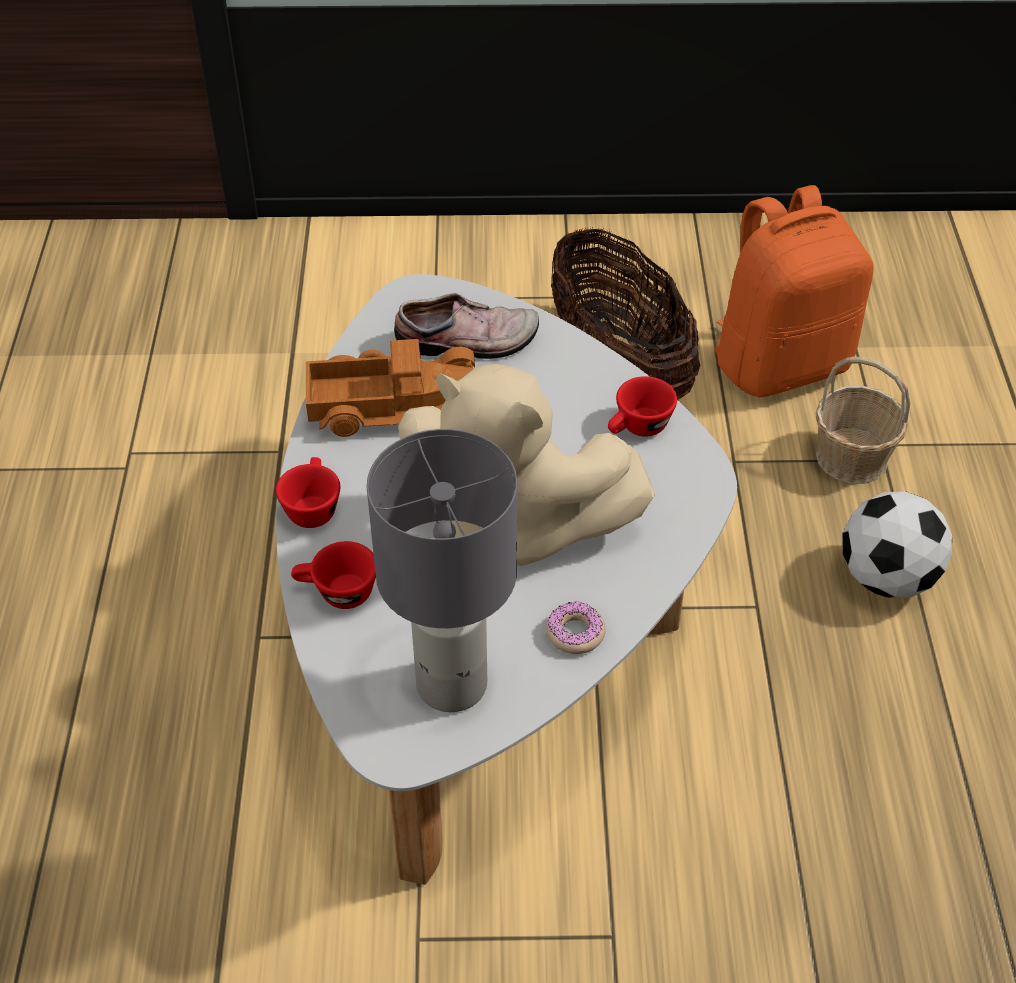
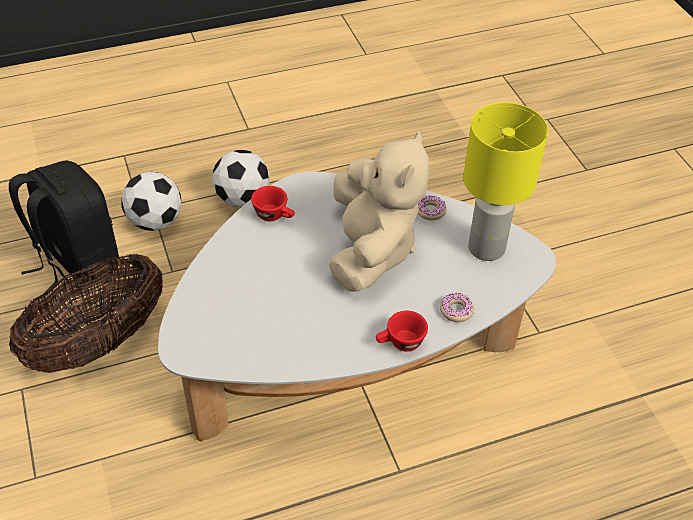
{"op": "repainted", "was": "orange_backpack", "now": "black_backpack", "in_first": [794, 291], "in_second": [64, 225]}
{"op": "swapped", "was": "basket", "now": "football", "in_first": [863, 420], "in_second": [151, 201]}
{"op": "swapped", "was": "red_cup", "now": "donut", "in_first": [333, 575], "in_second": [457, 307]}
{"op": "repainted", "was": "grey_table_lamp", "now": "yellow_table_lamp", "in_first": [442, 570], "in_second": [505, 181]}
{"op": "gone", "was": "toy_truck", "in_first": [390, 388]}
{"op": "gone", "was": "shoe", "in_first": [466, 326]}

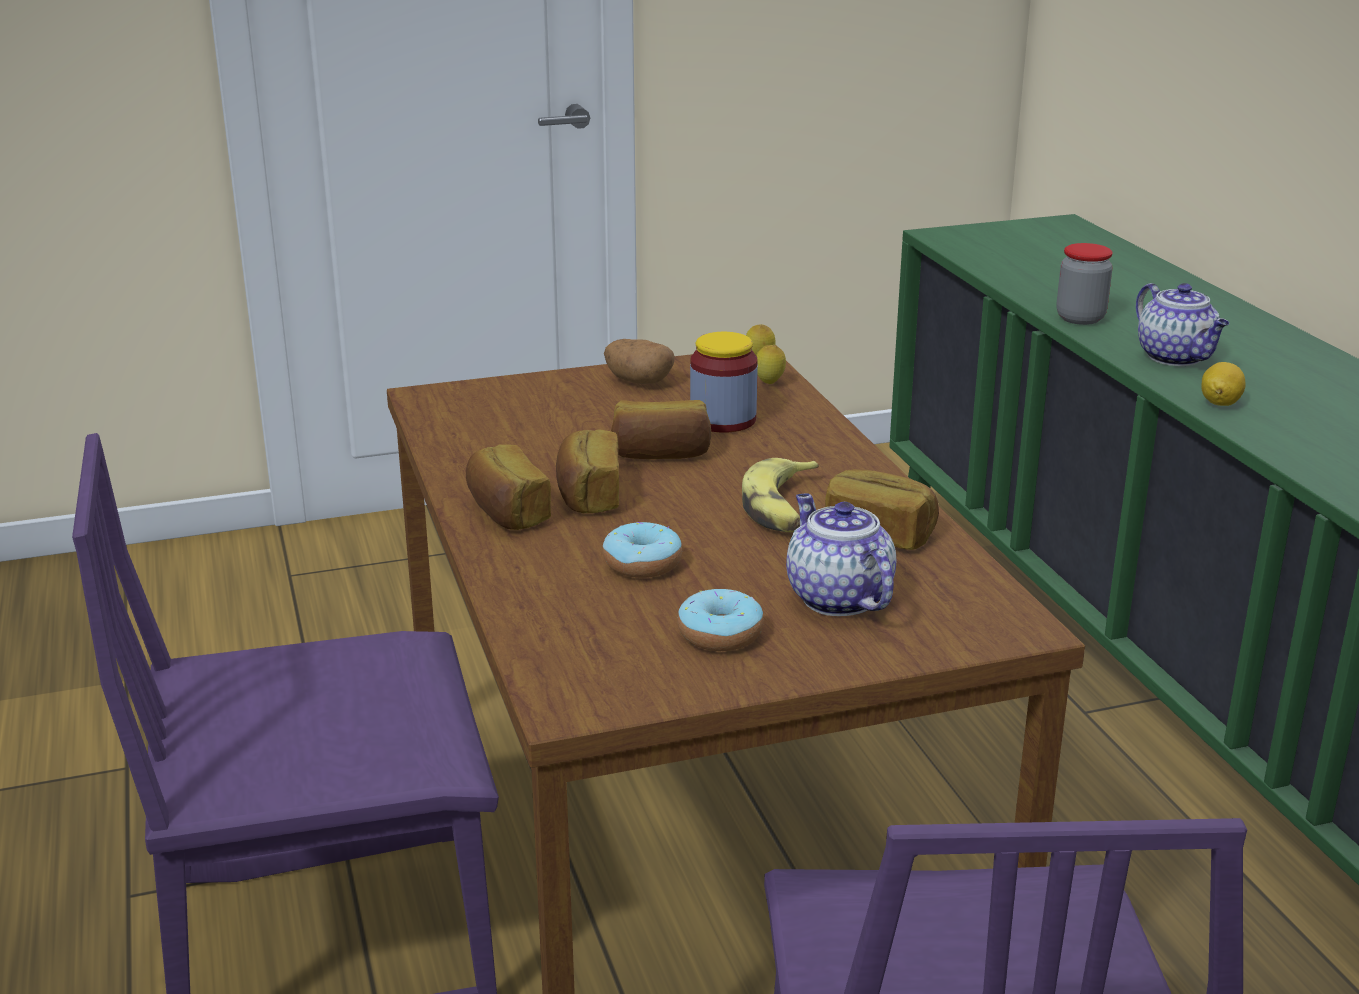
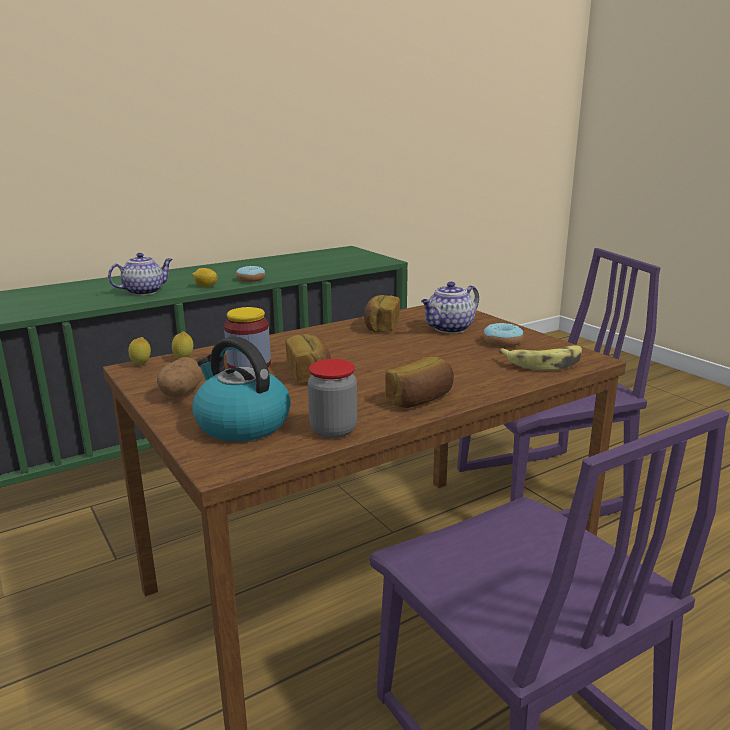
{"op": "new", "now": "kettle", "in_second": [241, 389]}
{"op": "shifted", "was": "donut", "in_first": [642, 550], "in_second": [250, 274]}
{"op": "shifted", "was": "jar", "in_first": [1085, 284], "in_second": [332, 398]}
{"op": "shifted", "was": "banana", "in_first": [780, 495], "in_second": [540, 358]}
{"op": "gone", "was": "bread", "in_first": [587, 471]}

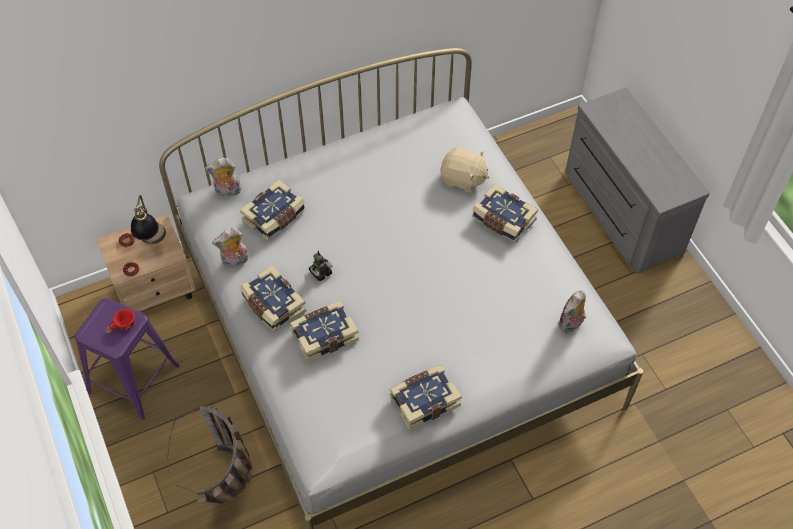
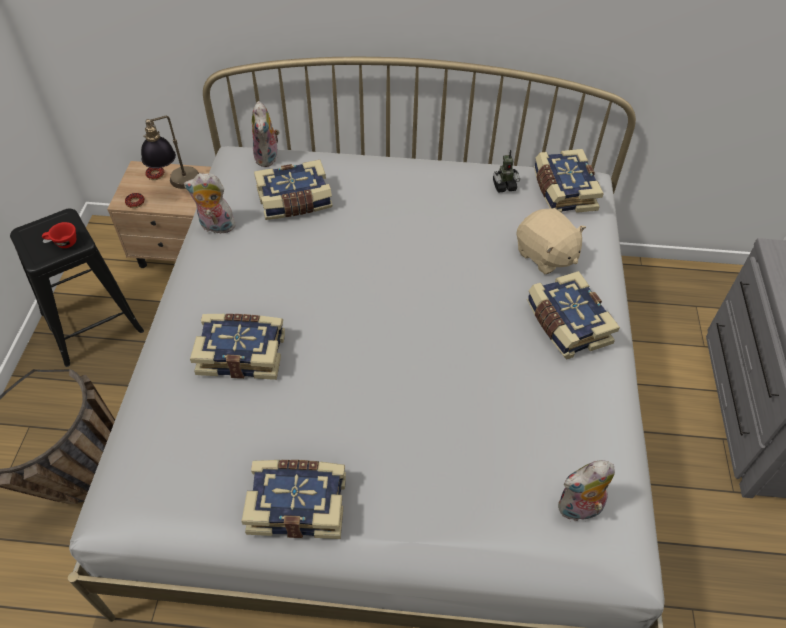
{"op": "repainted", "was": "purple_stool", "now": "black_stool", "in_first": [127, 359], "in_second": [77, 288]}
{"op": "rotated", "was": "plush_toy", "in_first": [223, 177], "in_second": [266, 134], "clockwise": -120}
{"op": "shifted", "was": "toy_robot", "in_first": [320, 266], "in_second": [506, 171]}
{"op": "shifted", "was": "book", "in_first": [273, 298], "in_second": [569, 181]}

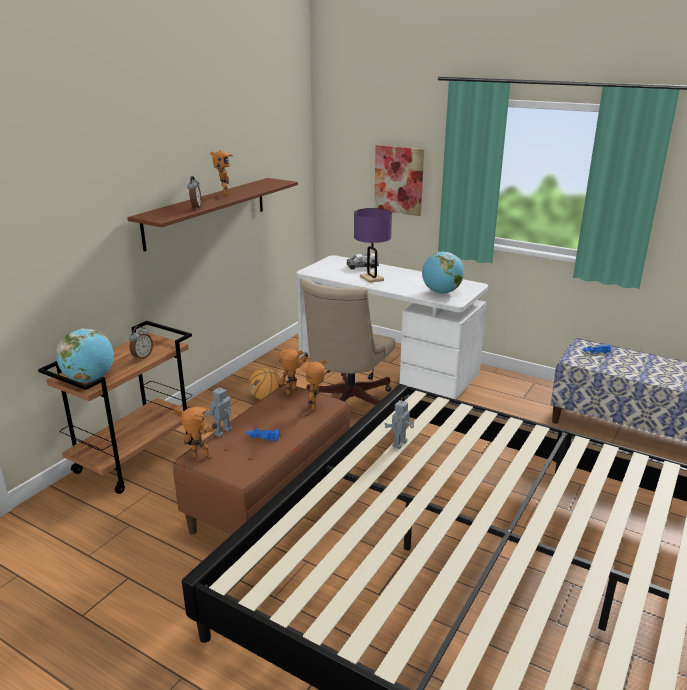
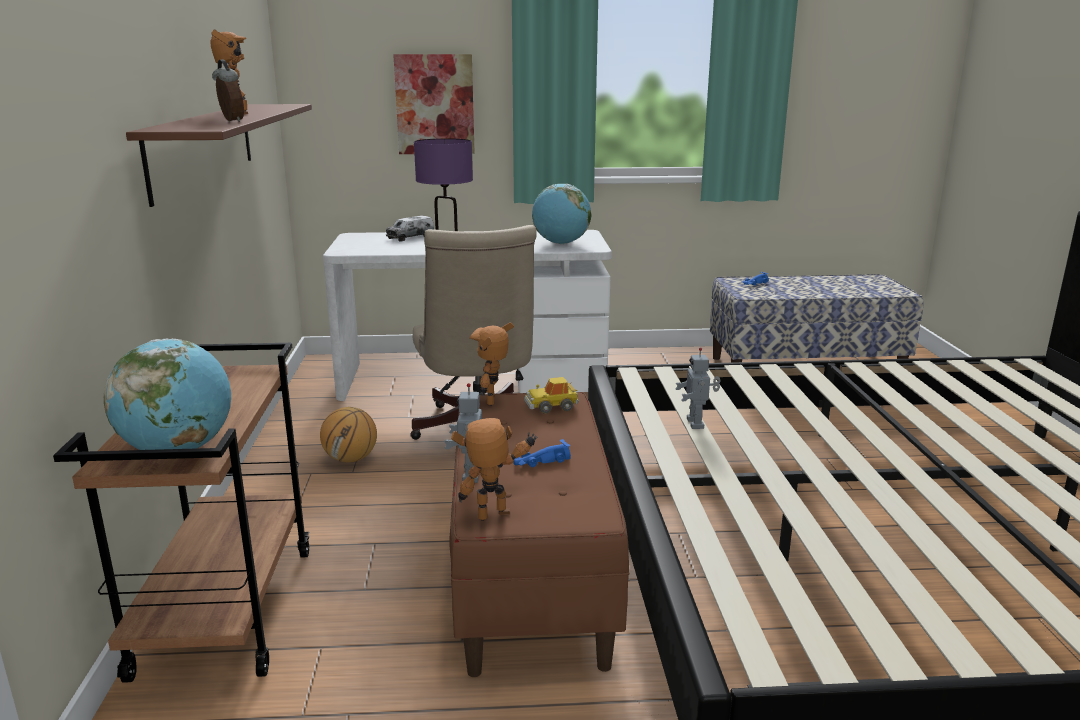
{"op": "swapped", "was": "toy_robot", "now": "toy_car", "in_first": [314, 384], "in_second": [551, 395]}
{"op": "gone", "was": "alarm_clock", "in_first": [141, 343]}

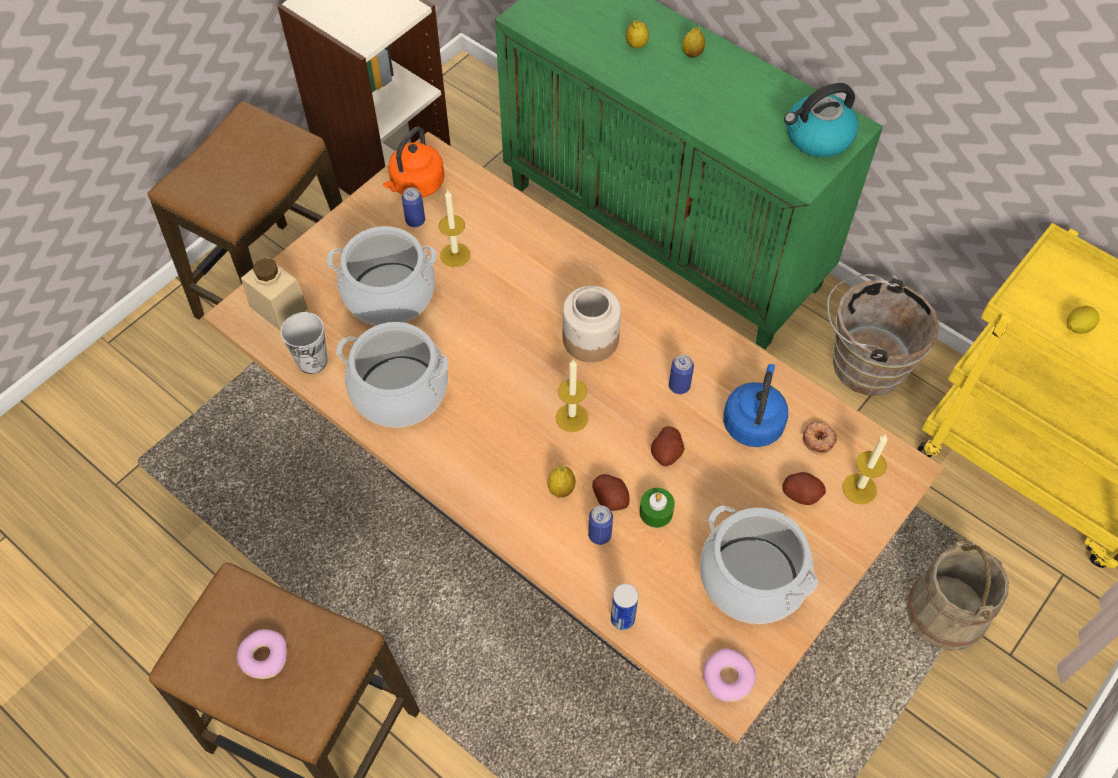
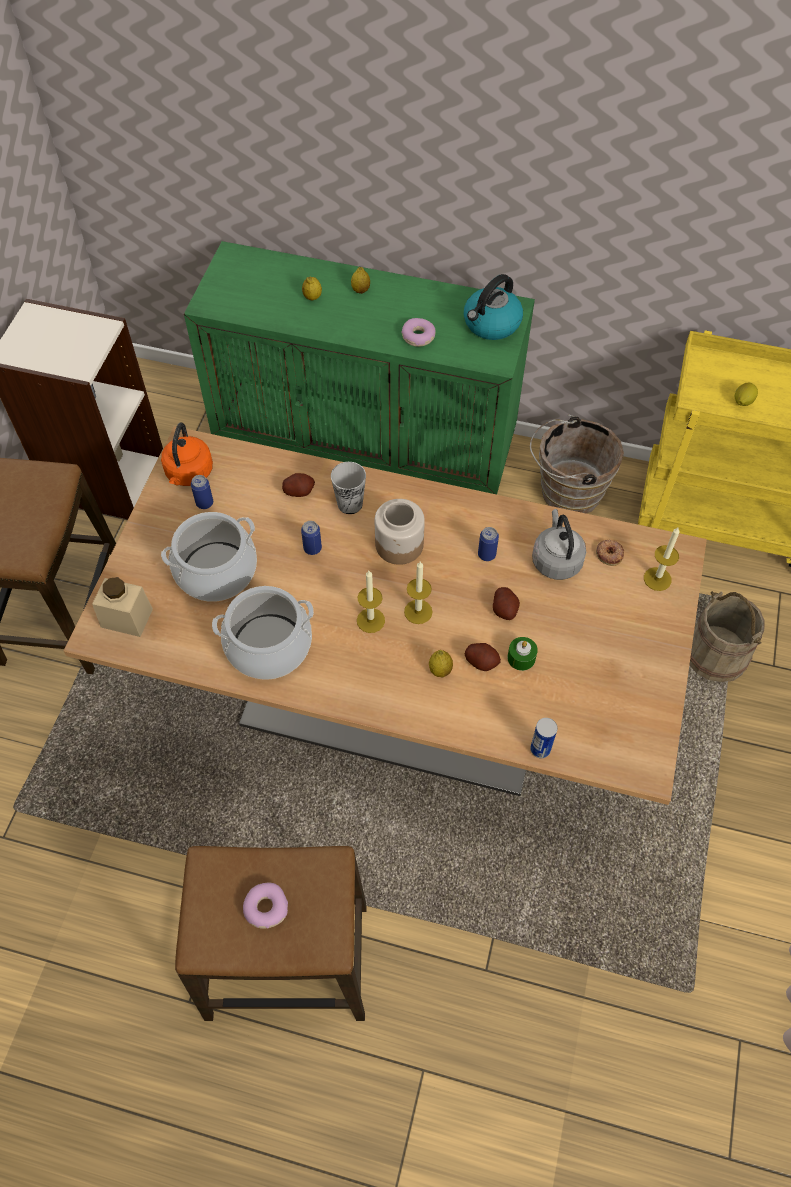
{"op": "shifted", "was": "potato", "in_first": [804, 488], "in_second": [298, 485]}
{"op": "shifted", "was": "can", "in_first": [600, 525], "in_second": [311, 538]}
{"op": "shifted", "was": "cup", "in_first": [304, 343], "in_second": [348, 488]}
{"op": "shifted", "was": "candle", "in_first": [454, 228], "in_second": [371, 602]}
{"op": "shifted", "was": "donut", "in_first": [729, 675], "in_second": [418, 332]}
{"op": "repainted", "was": "blue_kettle", "now": "grey_kettle", "in_first": [755, 405], "in_second": [559, 544]}
{"op": "gone", "was": "cooking_pot", "in_first": [759, 564]}

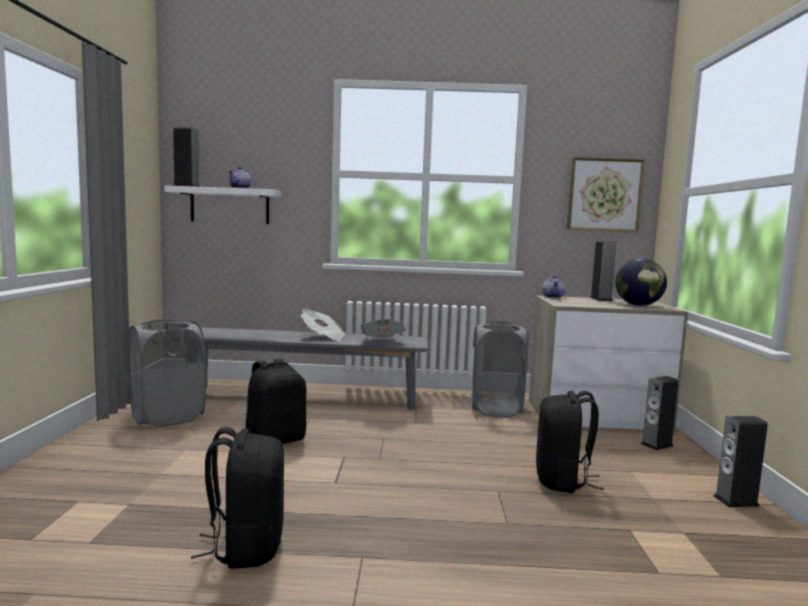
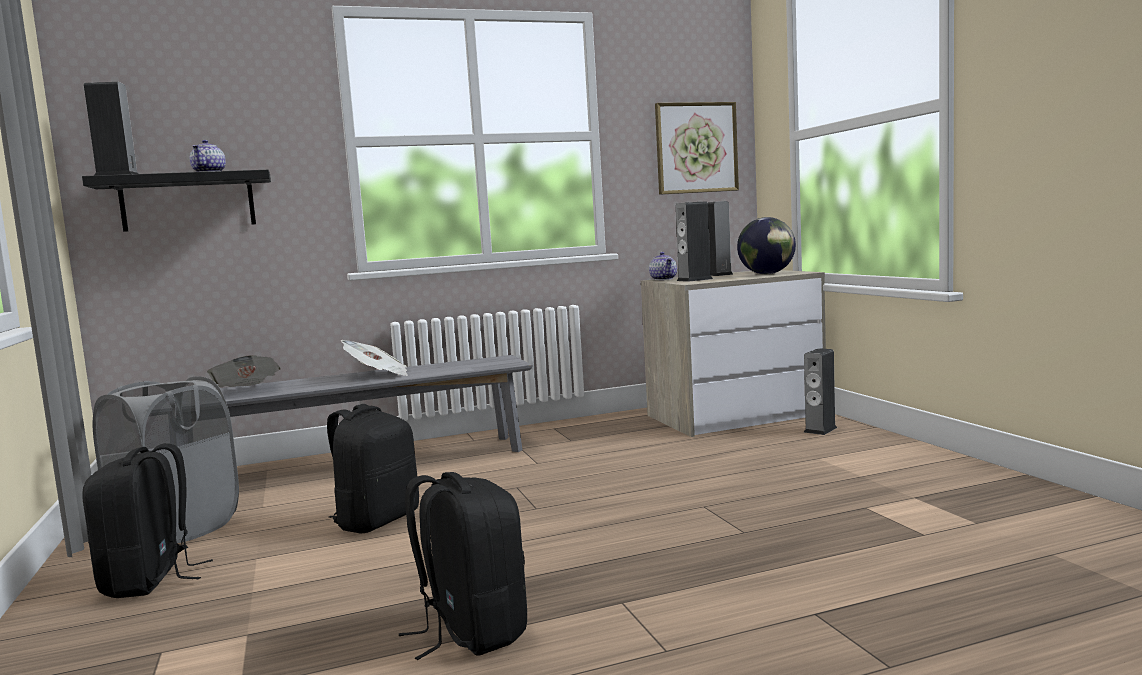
{"op": "repainted", "was": "white_shelf", "now": "black_shelf", "in_first": [222, 205], "in_second": [176, 201]}
{"op": "shifted", "was": "black_backpack", "in_first": [570, 442], "in_second": [147, 520]}
{"op": "shifted", "was": "newspaper", "in_first": [383, 328], "in_second": [244, 371]}
{"op": "shifted", "was": "speaker", "in_first": [741, 461], "in_second": [694, 241]}
{"op": "gone", "was": "grey_laundry_basket", "in_first": [500, 369]}

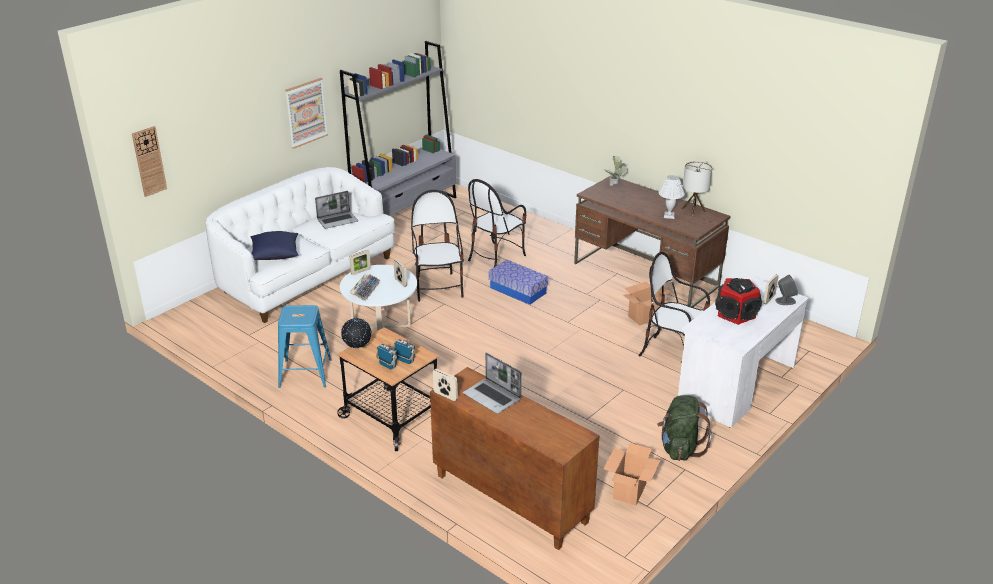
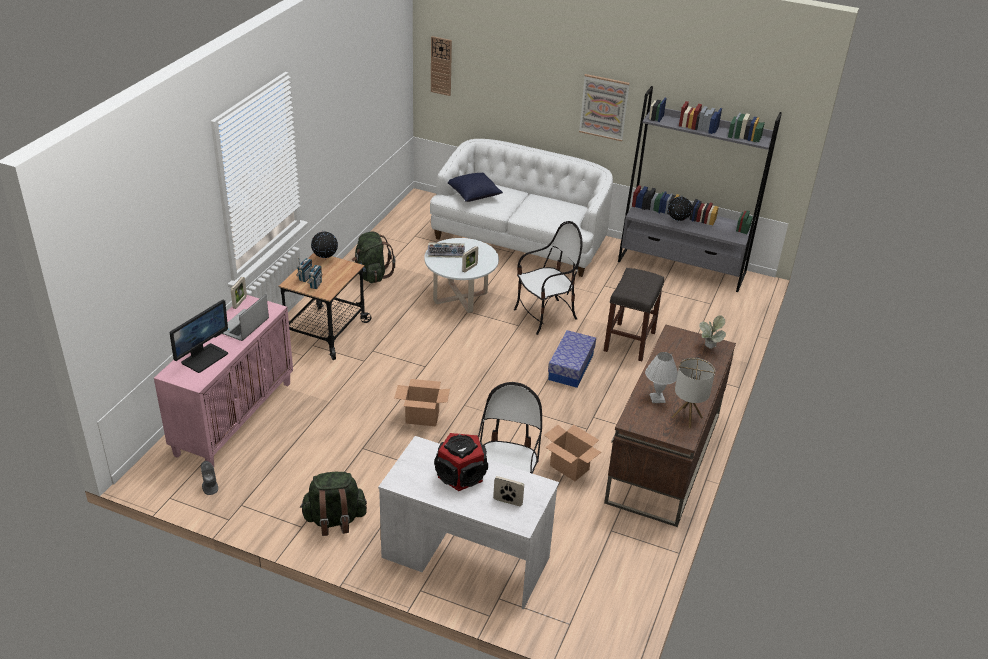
{"op": "repainted", "was": "brown_cabinet", "now": "pink_cabinet", "in_first": [515, 458], "in_second": [223, 381]}
{"op": "new", "now": "monitor", "in_second": [199, 336]}
{"op": "shifted", "was": "grey_speaker", "in_first": [786, 290], "in_second": [209, 478]}
{"op": "swapped", "was": "blue_stool", "now": "green_backpack", "in_first": [305, 346], "in_second": [374, 257]}
{"op": "shifted", "was": "cardboard_box", "in_first": [632, 474], "in_second": [422, 402]}
{"op": "swapped", "was": "chair", "now": "grey_stool", "in_first": [497, 223], "in_second": [634, 314]}
{"op": "new", "now": "globe", "in_second": [680, 209]}
{"op": "gone", "was": "laptop", "in_first": [336, 210]}
{"op": "gone", "was": "picture_frame", "in_first": [360, 262]}

